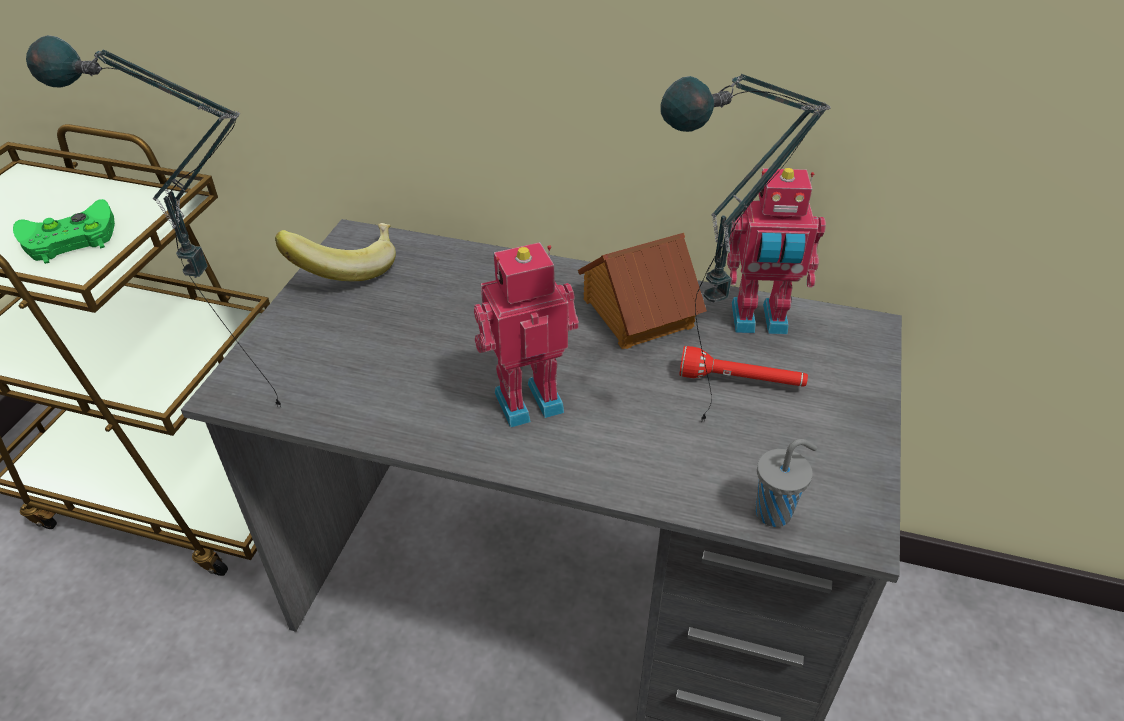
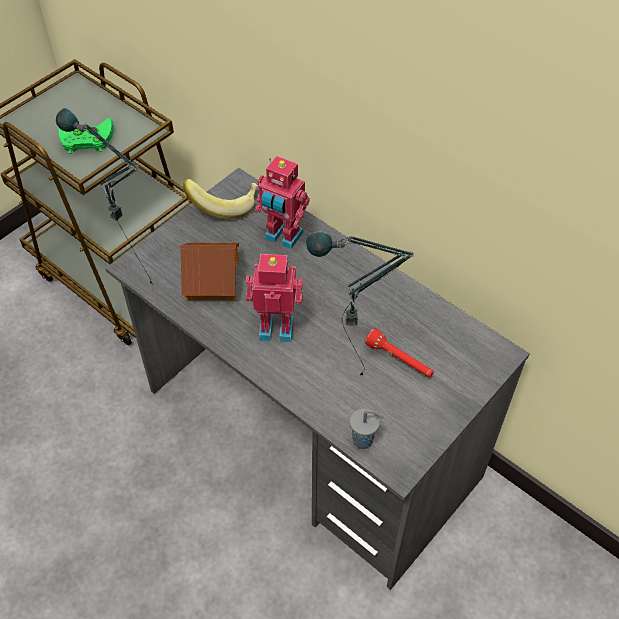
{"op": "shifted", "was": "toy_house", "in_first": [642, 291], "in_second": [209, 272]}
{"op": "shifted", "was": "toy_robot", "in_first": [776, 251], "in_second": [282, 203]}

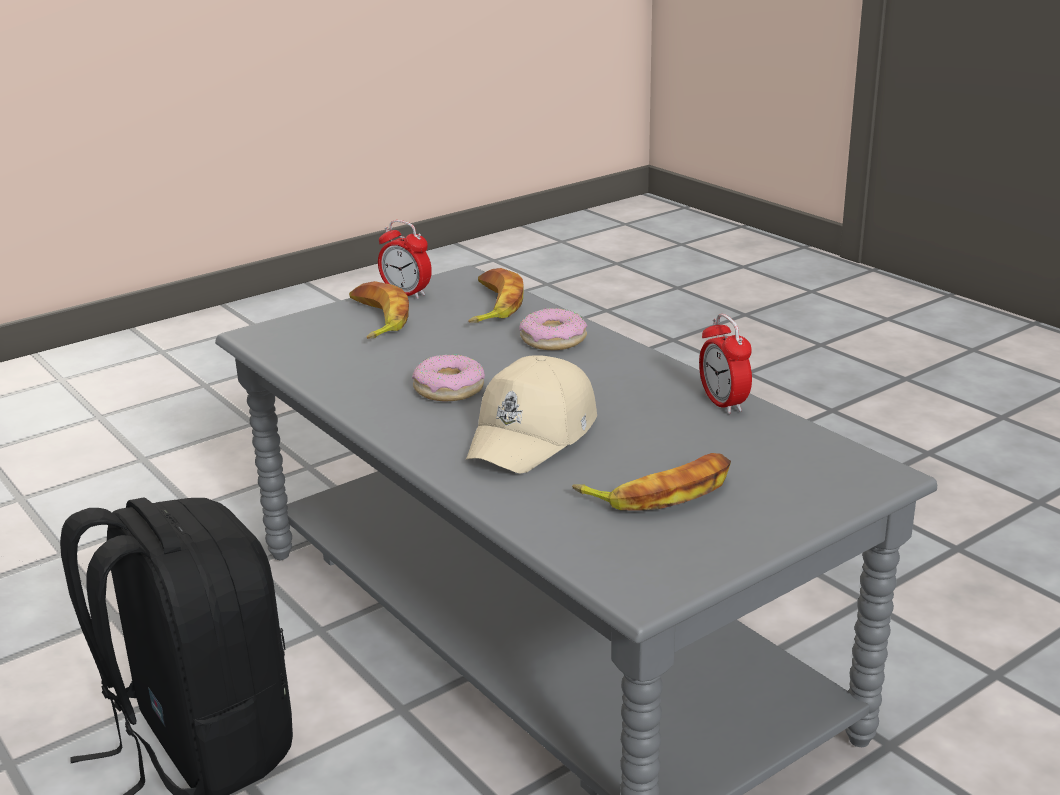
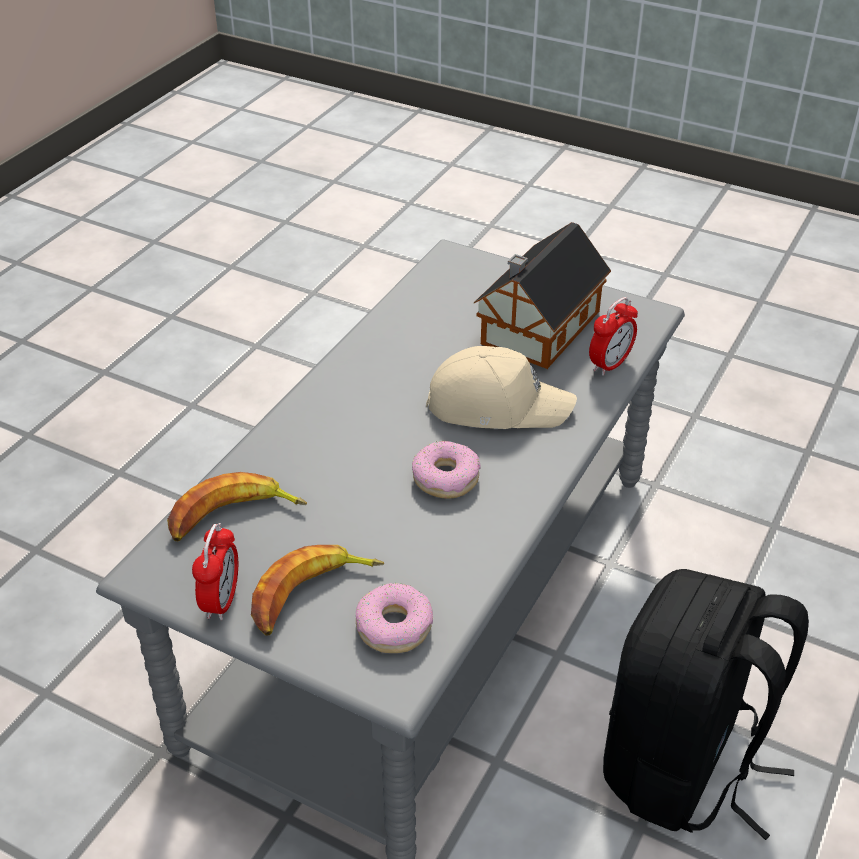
{"op": "shifted", "was": "donut", "in_first": [553, 329], "in_second": [394, 618]}
{"op": "swapped", "was": "banana", "now": "toy_house", "in_first": [651, 482], "in_second": [542, 295]}
{"op": "shifted", "was": "alarm_clock", "in_first": [725, 364], "in_second": [613, 336]}

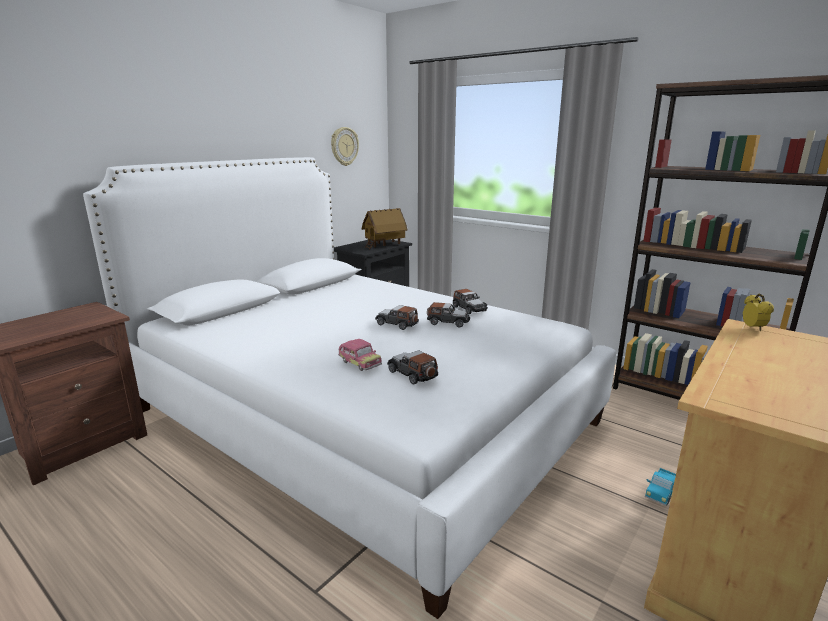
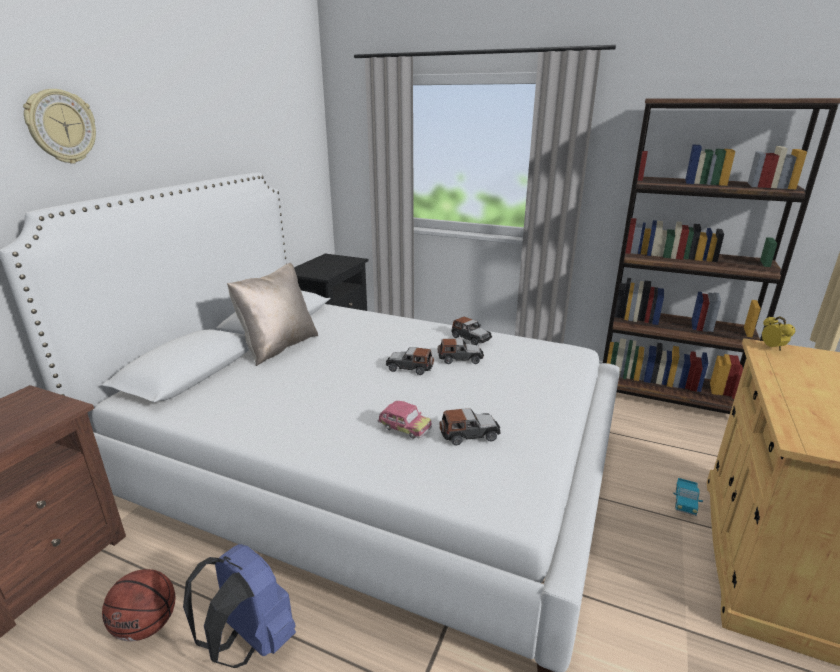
{"op": "shifted", "was": "wall_clock", "in_first": [345, 146], "in_second": [59, 126]}
{"op": "new", "now": "basketball", "in_second": [138, 605]}
{"op": "new", "now": "blue_backpack", "in_second": [239, 606]}
{"op": "new", "now": "beige_pillow", "in_second": [272, 314]}
{"op": "rotated", "was": "toy_car", "in_first": [412, 367], "in_second": [470, 427], "clockwise": 135}
{"op": "gone", "was": "toy_house", "in_first": [385, 229]}

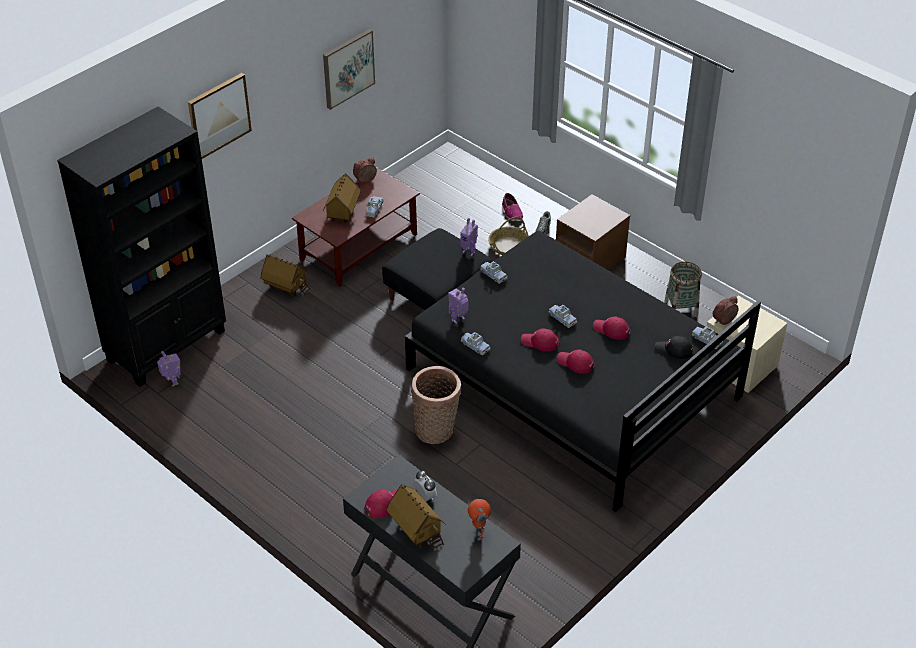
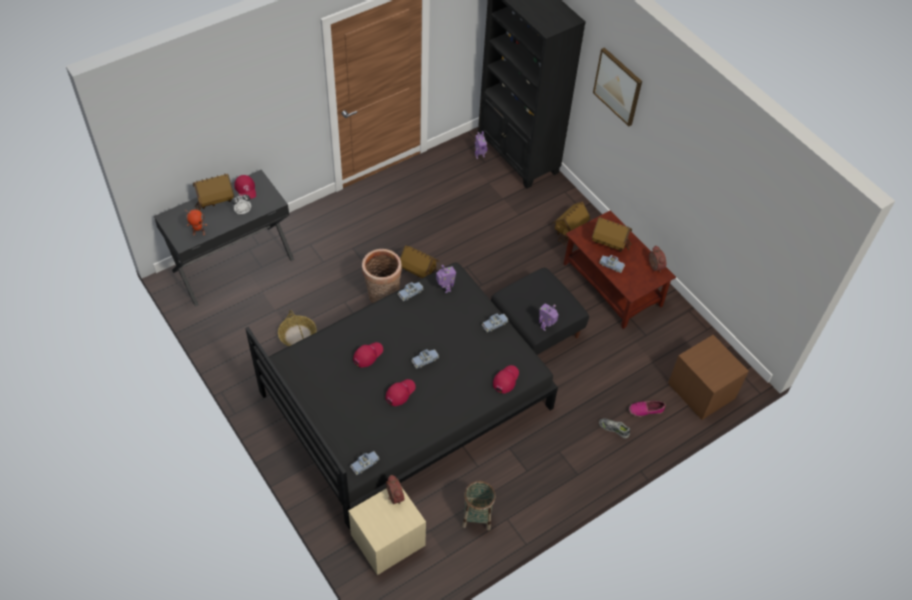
{"op": "shifted", "was": "basket", "in_first": [508, 236], "in_second": [297, 328]}
{"op": "new", "now": "toy_house", "in_second": [419, 261]}
{"op": "shifted", "was": "red_cap", "in_first": [540, 339], "in_second": [506, 379]}
{"op": "shifted", "was": "brown_nightstand", "in_first": [593, 232], "in_second": [708, 377]}
{"op": "gone", "was": "picture", "in_first": [349, 69]}
{"op": "gone", "was": "black_cap", "in_first": [674, 347]}

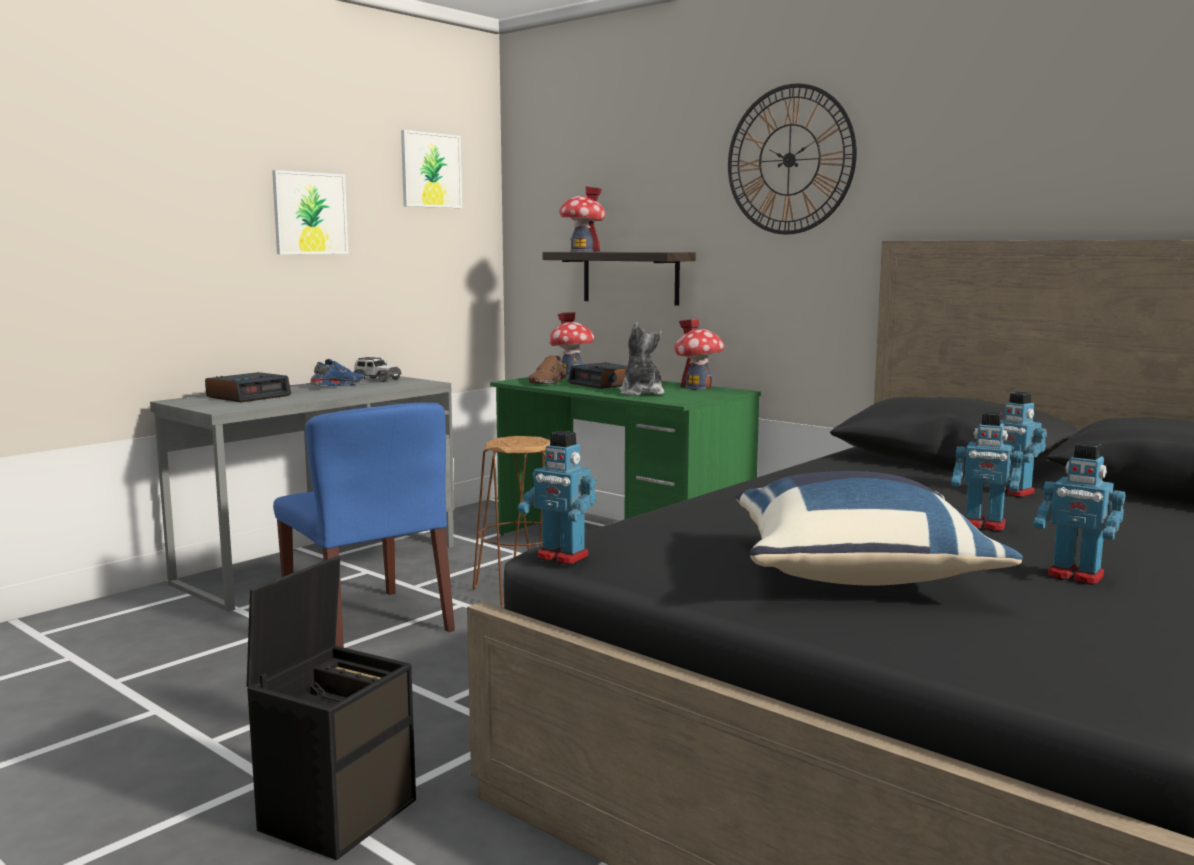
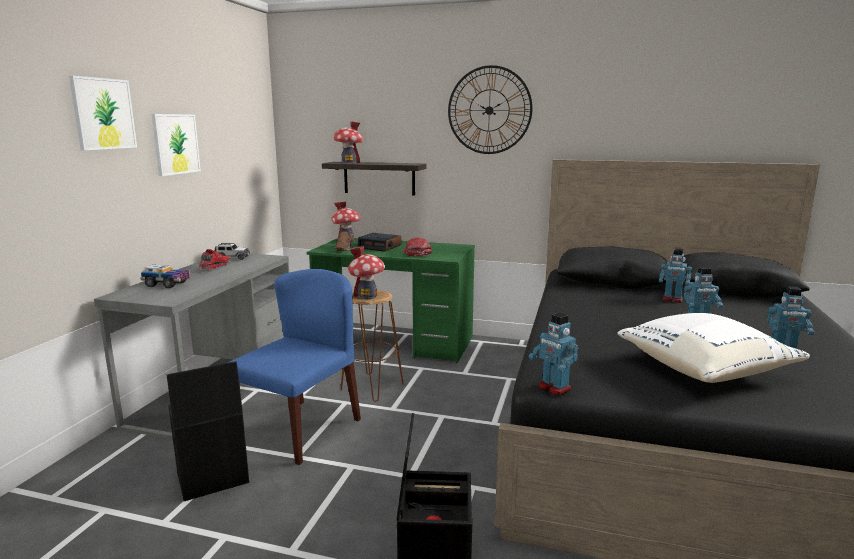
{"op": "shifted", "was": "picture", "in_first": [431, 169], "in_second": [103, 113]}
{"op": "swapped", "was": "alarm_clock", "now": "toy_truck", "in_first": [248, 387], "in_second": [165, 276]}
{"op": "new", "now": "black_storage_box", "in_second": [208, 431]}
{"op": "repainted", "was": "blue_shoe", "now": "red_shoe", "in_first": [336, 373], "in_second": [214, 259]}
{"op": "rotated", "was": "blue_chair", "in_first": [364, 525], "in_second": [294, 367], "clockwise": -90}
{"op": "shifted", "was": "toy_house", "in_first": [699, 354], "in_second": [366, 272]}
{"op": "swapped", "was": "plush_toy", "now": "red_cap", "in_first": [642, 359], "in_second": [417, 246]}
{"op": "rotated", "was": "toy_robot", "in_first": [557, 498], "in_second": [553, 354], "clockwise": 45}
{"op": "repainted", "was": "blue_pillow", "now": "white_pillow", "in_first": [879, 528], "in_second": [714, 348]}

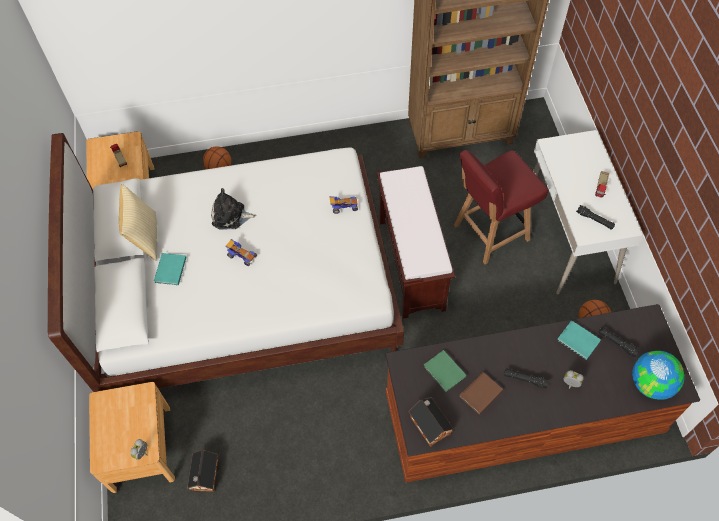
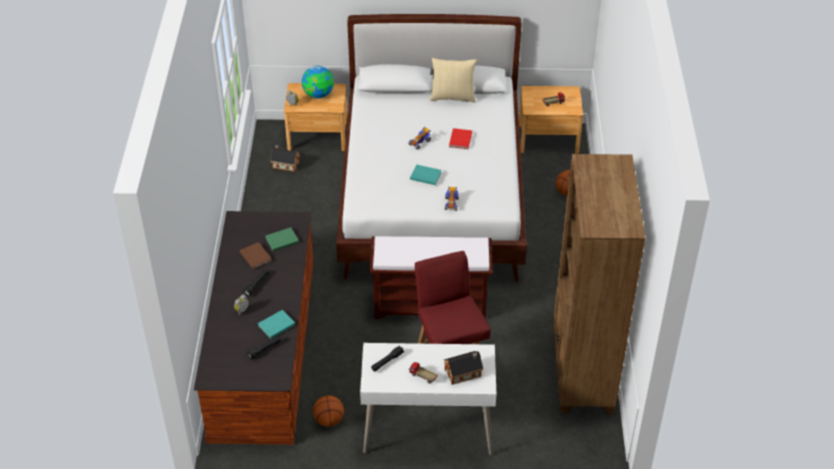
{"op": "shifted", "was": "globe", "in_first": [658, 375], "in_second": [318, 82]}
{"op": "shifted", "was": "turquoise_book", "in_first": [170, 269], "in_second": [426, 175]}
{"op": "shifted", "was": "toy_house", "in_first": [430, 422], "in_second": [463, 368]}
{"op": "swapped", "was": "plush_toy", "now": "red_book", "in_first": [233, 209], "in_second": [460, 138]}

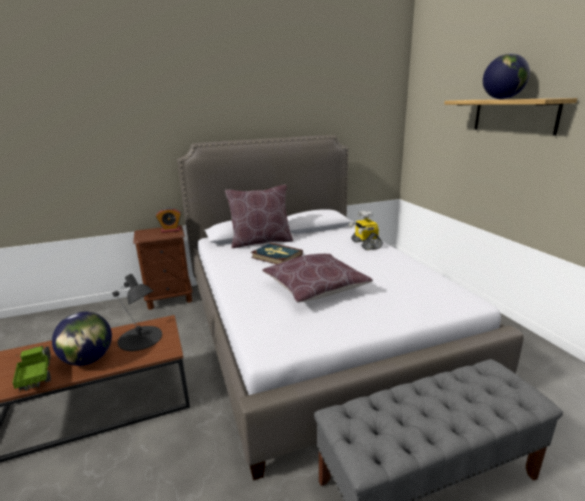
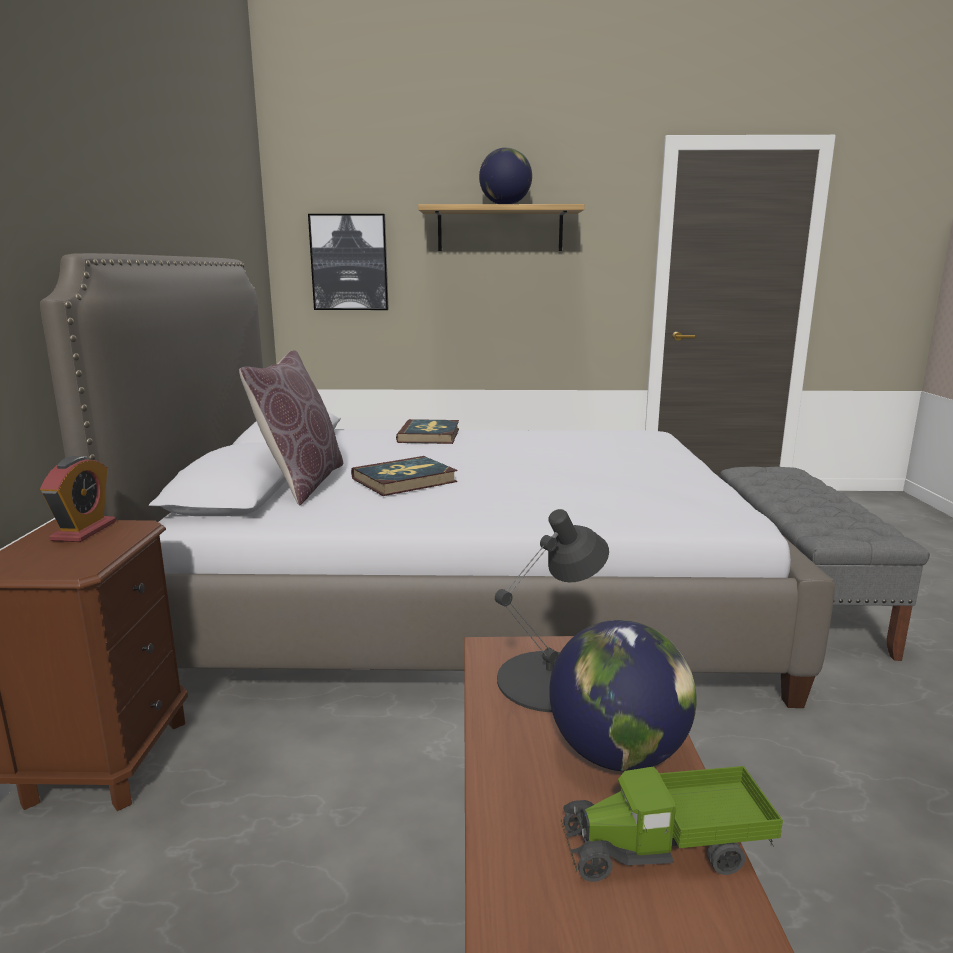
{"op": "new", "now": "picture", "in_second": [348, 262]}
{"op": "swapped", "was": "toy_robot", "now": "book", "in_first": [366, 230], "in_second": [427, 431]}
{"op": "gone", "was": "brown_pillow", "in_first": [317, 278]}

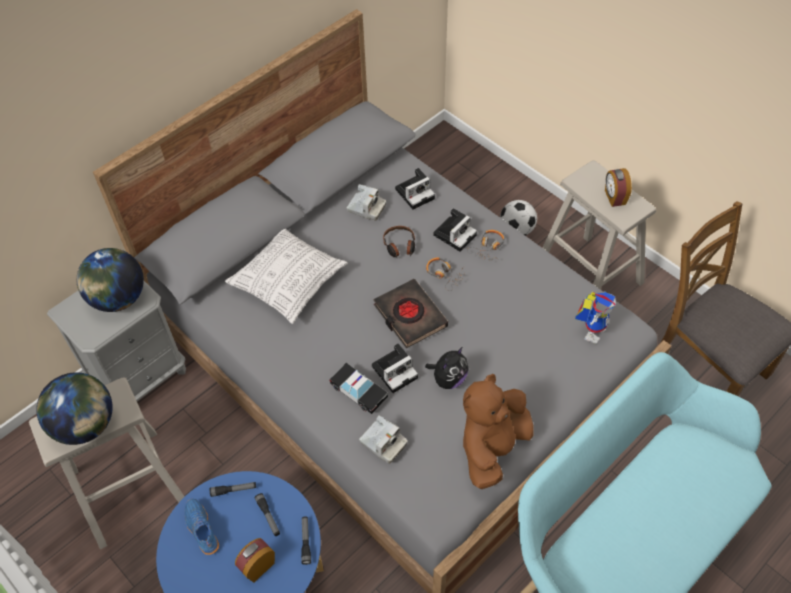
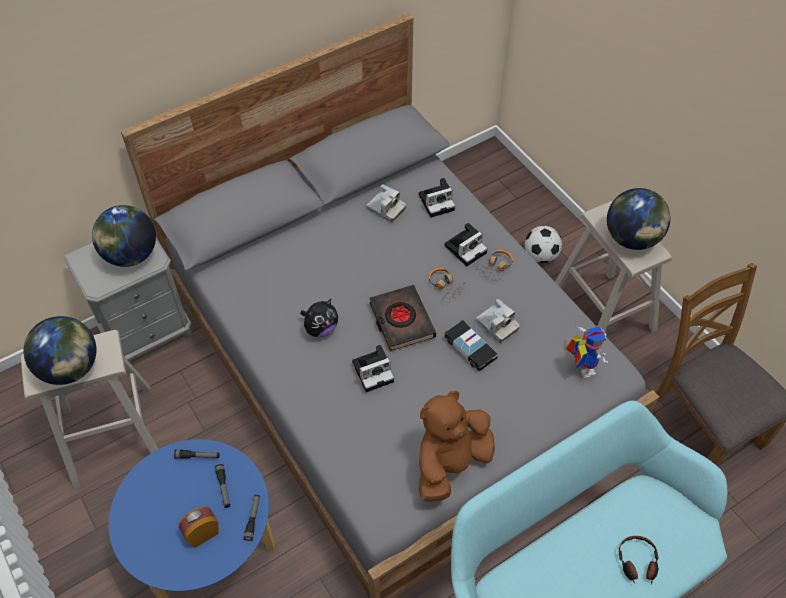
{"op": "shifted", "was": "plush_toy", "in_first": [447, 368], "in_second": [319, 318]}
{"op": "shifted", "was": "toy_car", "in_first": [359, 388], "in_second": [471, 345]}
{"op": "shifted", "was": "photo_camera", "in_first": [383, 439], "in_second": [498, 321]}
{"op": "rotated", "was": "toy_robot", "in_first": [595, 317], "in_second": [587, 352], "clockwise": -60}
{"op": "swapped", "was": "alarm_clock", "now": "globe", "in_first": [618, 187], "in_second": [638, 219]}
{"op": "shifted", "was": "headphones", "in_first": [399, 242], "in_second": [638, 560]}
{"op": "gone", "was": "blue_shoe", "in_first": [201, 527]}
{"op": "gone", "was": "pillow", "in_first": [286, 276]}

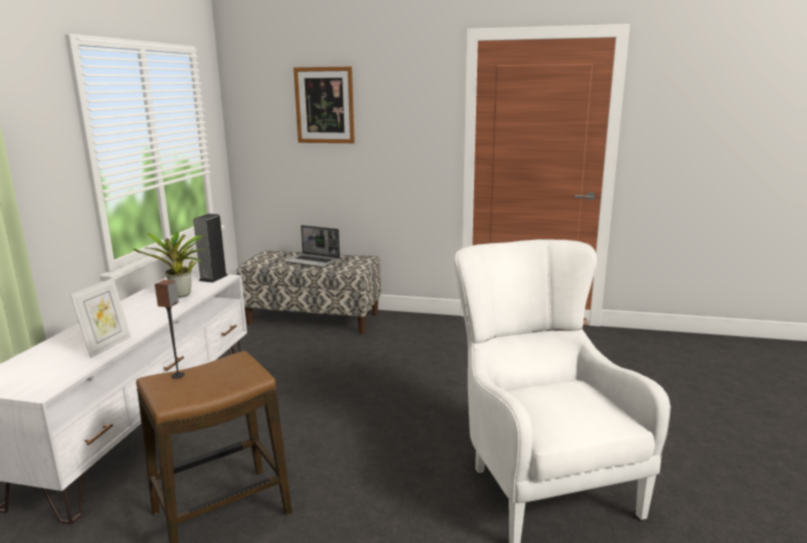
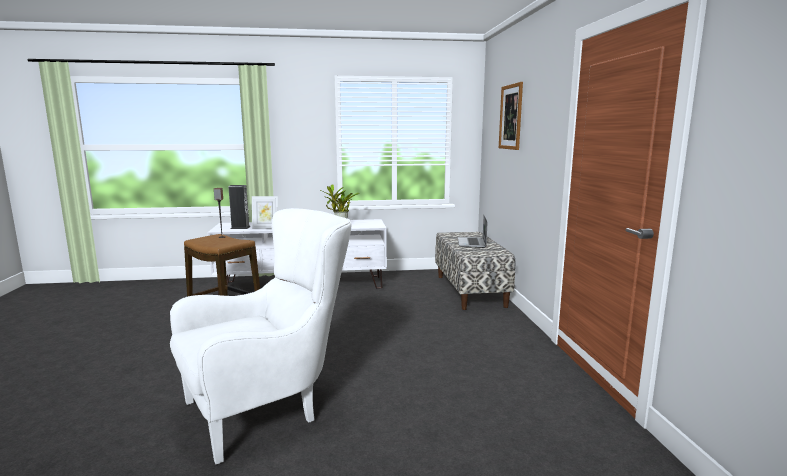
{"op": "shifted", "was": "speaker", "in_first": [210, 248], "in_second": [239, 207]}

